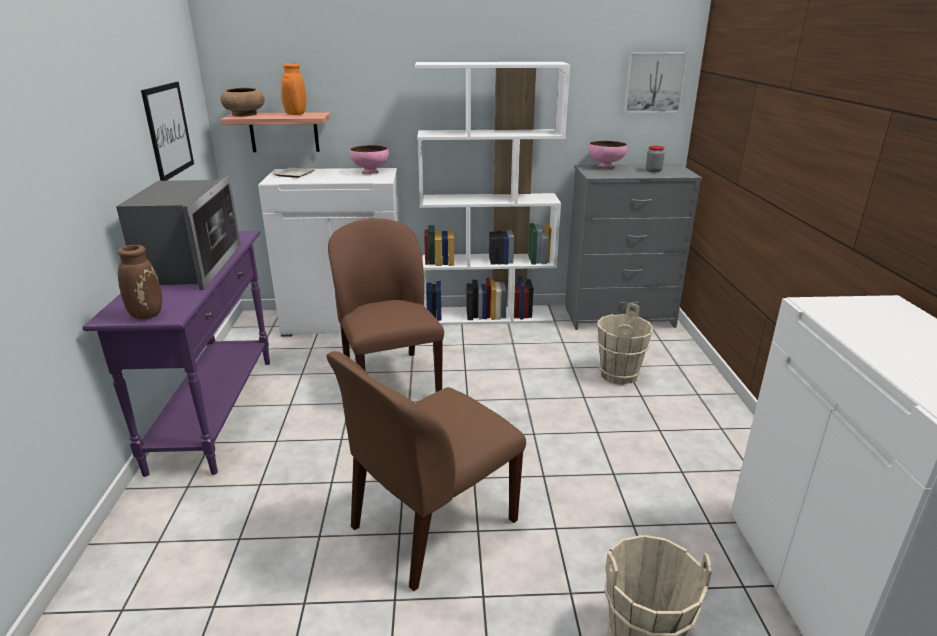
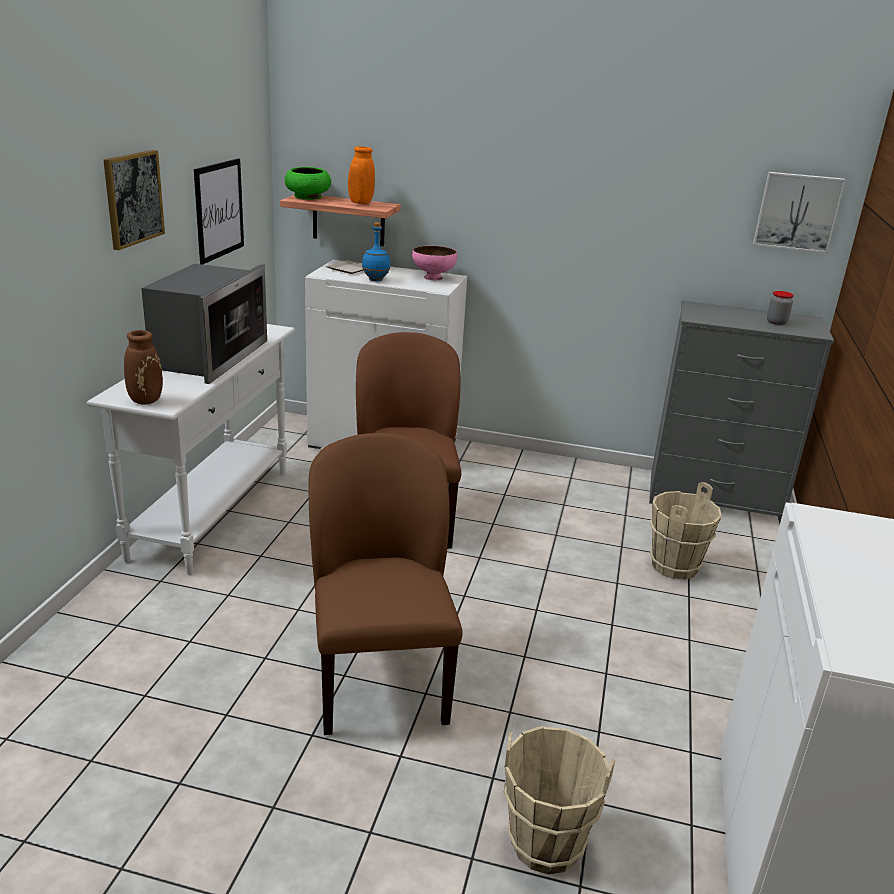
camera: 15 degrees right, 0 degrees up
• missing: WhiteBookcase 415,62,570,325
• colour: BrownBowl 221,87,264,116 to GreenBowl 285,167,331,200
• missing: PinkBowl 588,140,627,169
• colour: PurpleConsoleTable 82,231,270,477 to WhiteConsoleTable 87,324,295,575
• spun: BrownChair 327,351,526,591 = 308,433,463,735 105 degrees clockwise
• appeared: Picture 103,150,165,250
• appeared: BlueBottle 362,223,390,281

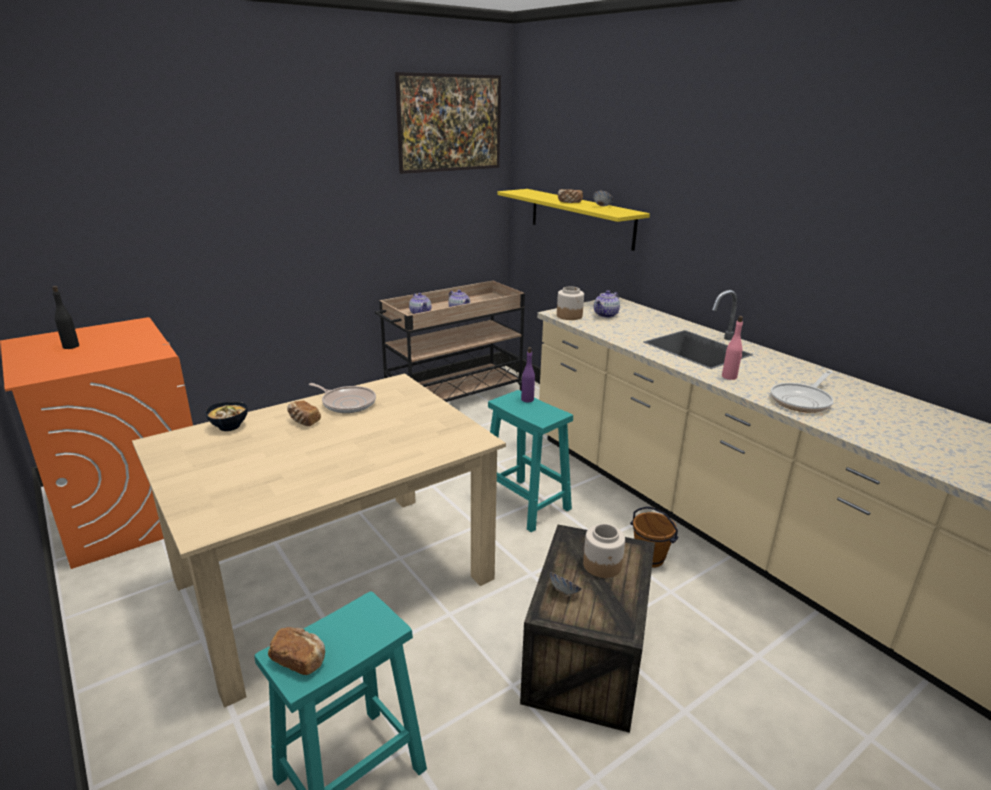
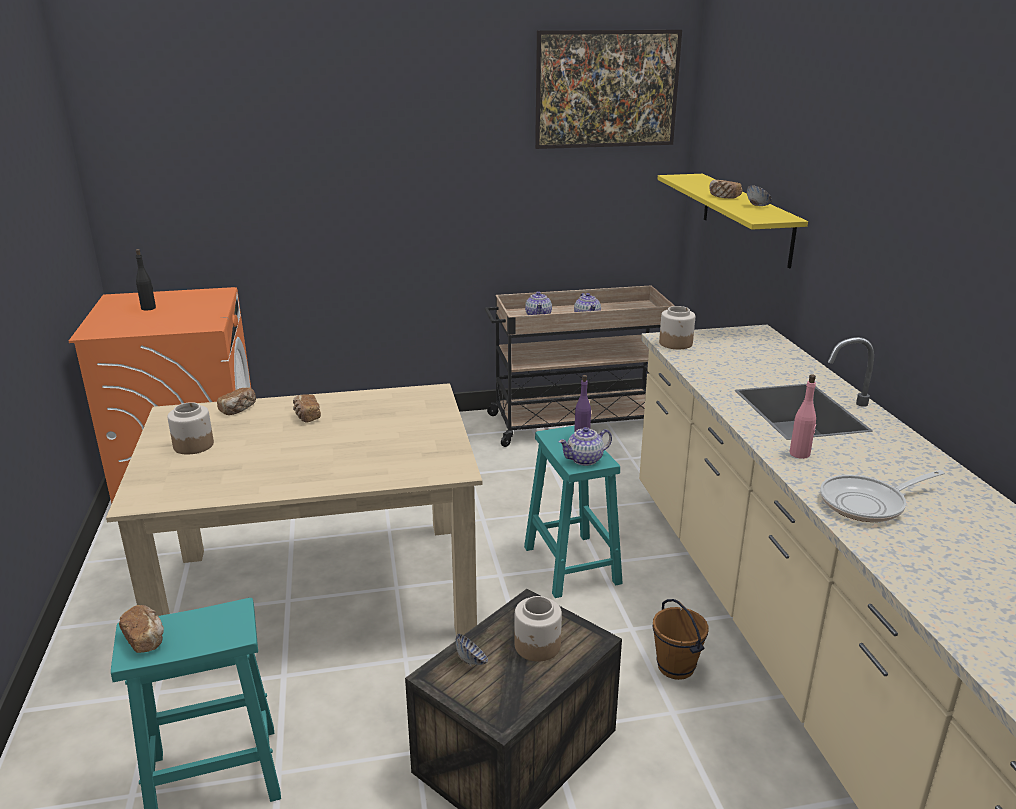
camera: 25 degrees right, 0 degrees up
• relocated: Teapot 594,290,620,318 to 558,427,612,466
• missing: FryingPan 309,383,376,413
• exchanged: Bowl 205,402,248,431 to Bread 217,388,256,415
• appeared: Jar 167,402,214,455

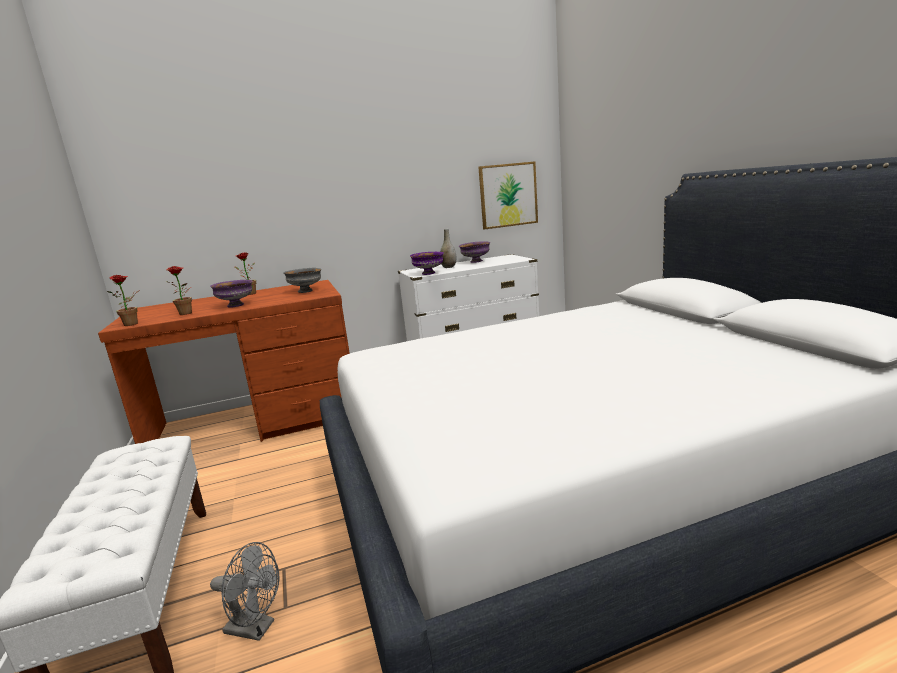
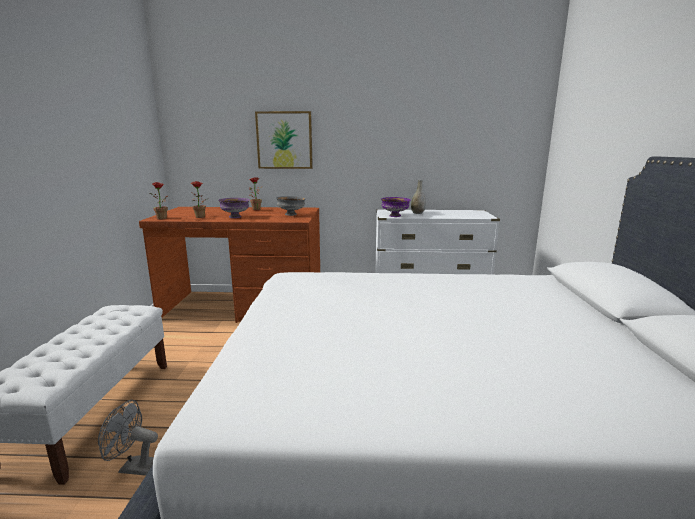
camera: 20 degrees right, 0 degrees up
• relocated: Picture 478,161,538,229 to 255,111,313,169
• missing: PurpleBowl 459,241,490,263
• spun: GreyFan 210,542,279,641 = 98,400,158,476 150 degrees clockwise

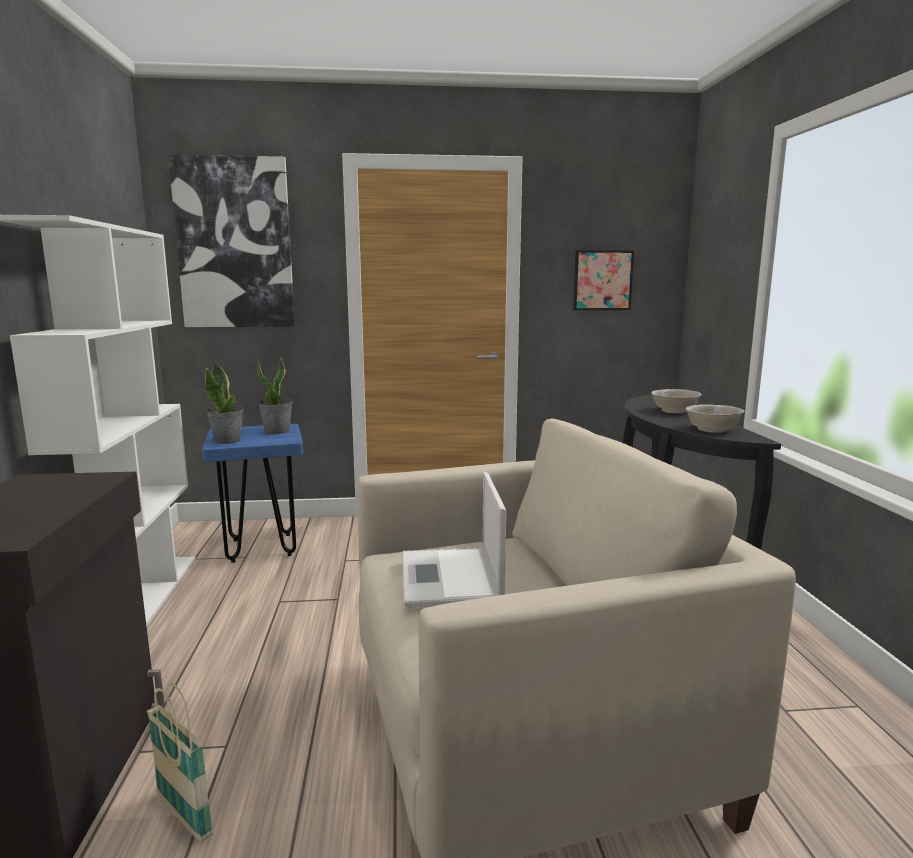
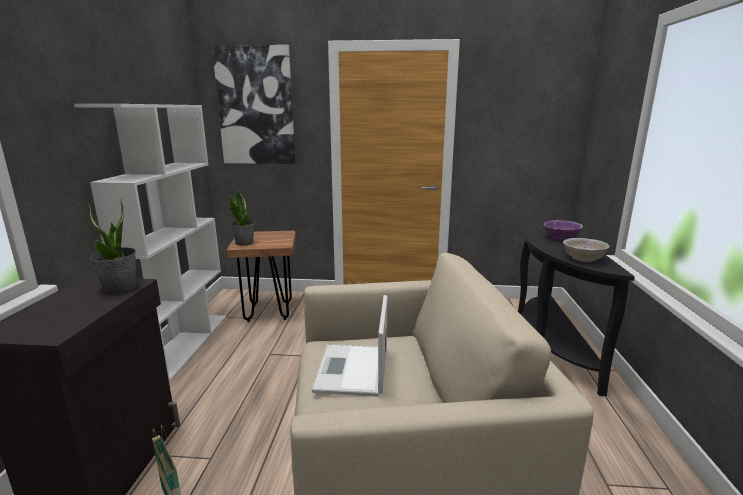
camera: 10 degrees right, 5 degrees up
• missing: Picture 573,250,634,310
• relocated: PottedPlant 257,357,293,434 to 88,199,136,294
• colour: WhiteBowl 651,389,701,413 to PurpleBowl 544,220,583,241
• colour: BlueStool 202,424,303,563 to BrownStool 226,231,296,322

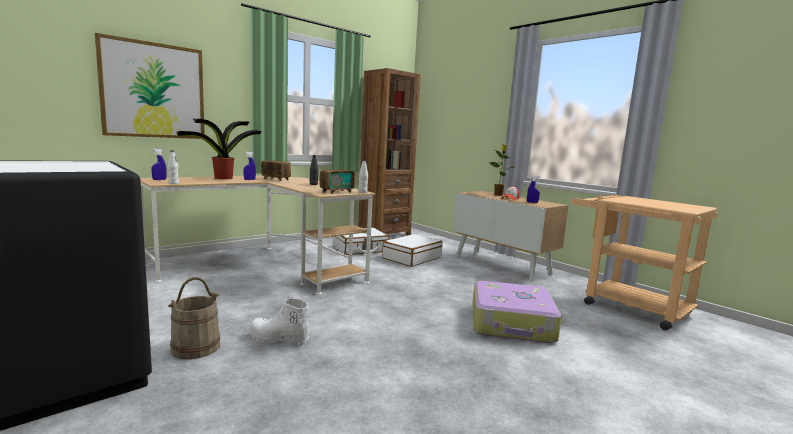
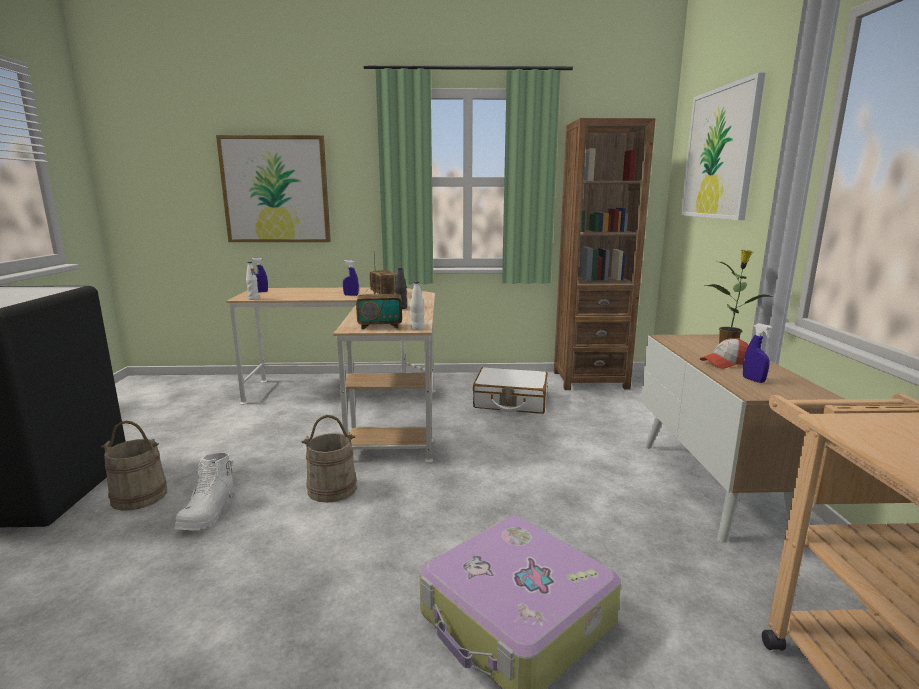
camera: 40 degrees right, 5 degrees up
• missing: PottedPlant 176,118,262,179
• missing: WhiteSuitcase 382,234,443,267
• spun: WhiteBoot 249,298,309,343 = 174,453,234,530 135 degrees counterclockwise
• appeared: Picture 681,72,765,220
• appeared: BeigeBucket 301,415,357,503

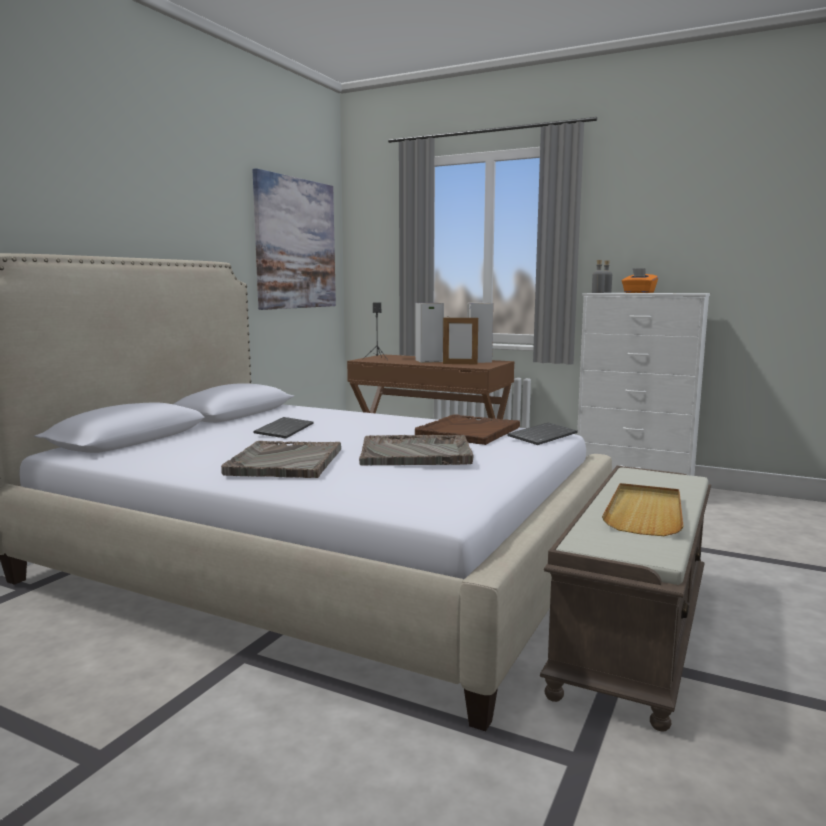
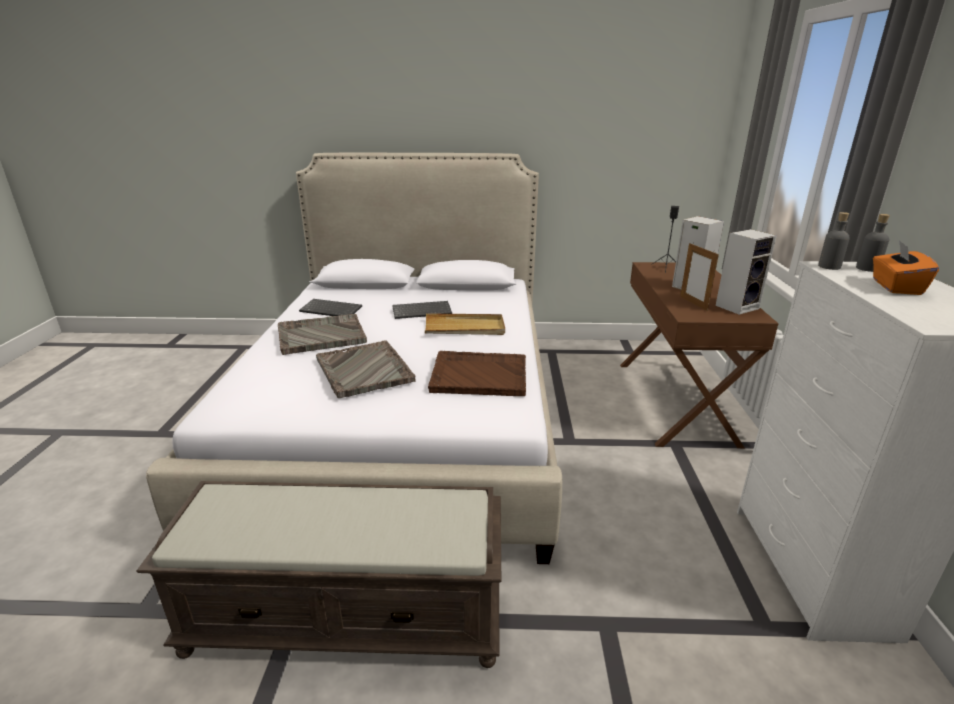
camera: 65 degrees right, 15 degrees up
• missing: Picture 252,168,336,310
• relocated: Keyboard 507,422,578,445 to 299,299,362,316
• relocated: BeigeTray 602,483,684,536 to 425,313,505,335

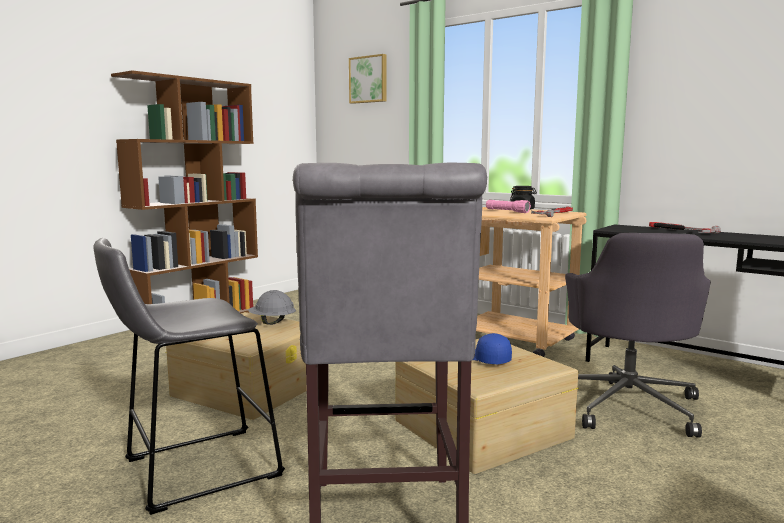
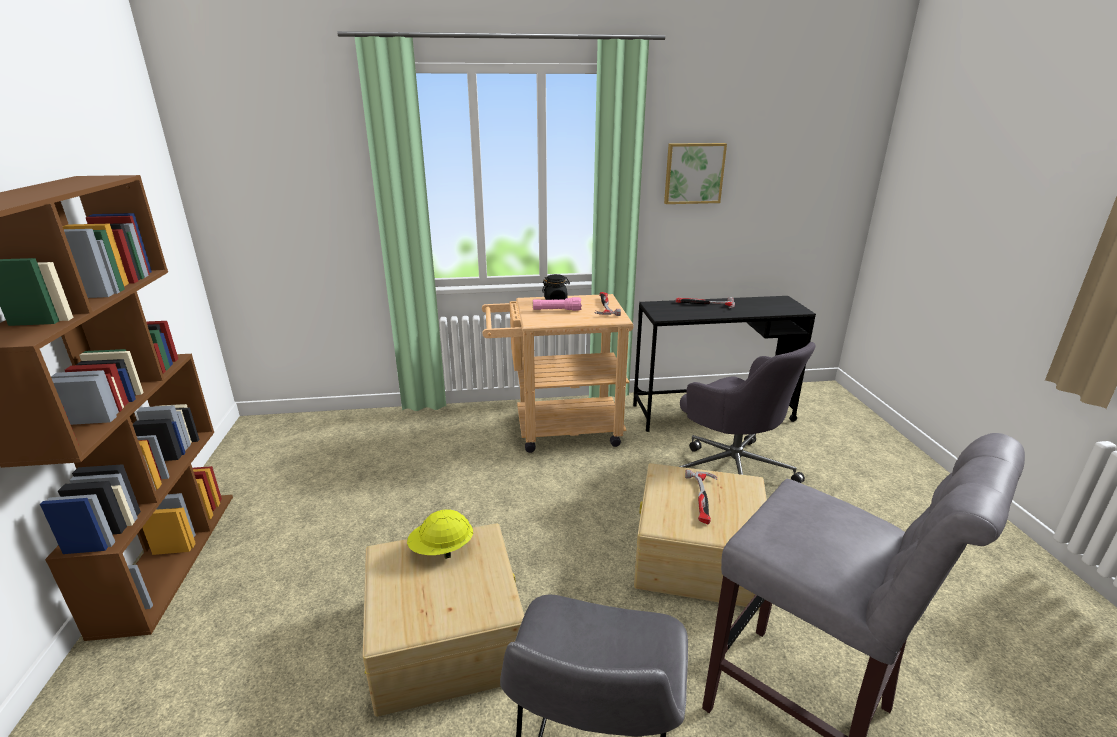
camera: 45 degrees left, 15 degrees up
• relocated: Picture 349,54,386,104 to 664,143,727,204
• colour: GreyHardHat 248,290,296,325 to YellowHardHat 407,509,473,559
• exchanged: BlueCap 473,333,512,364 to Hammer 685,470,718,524

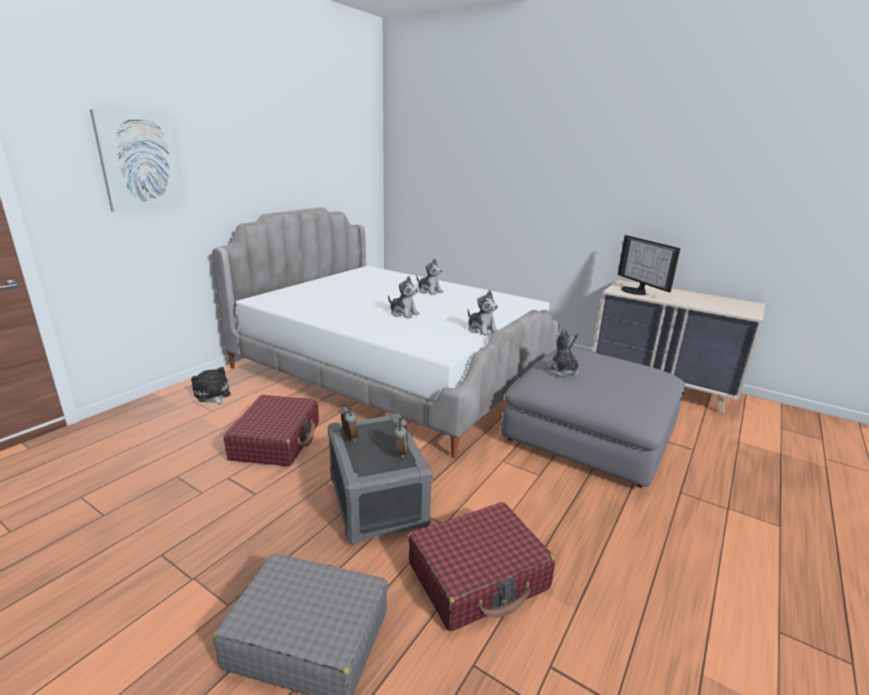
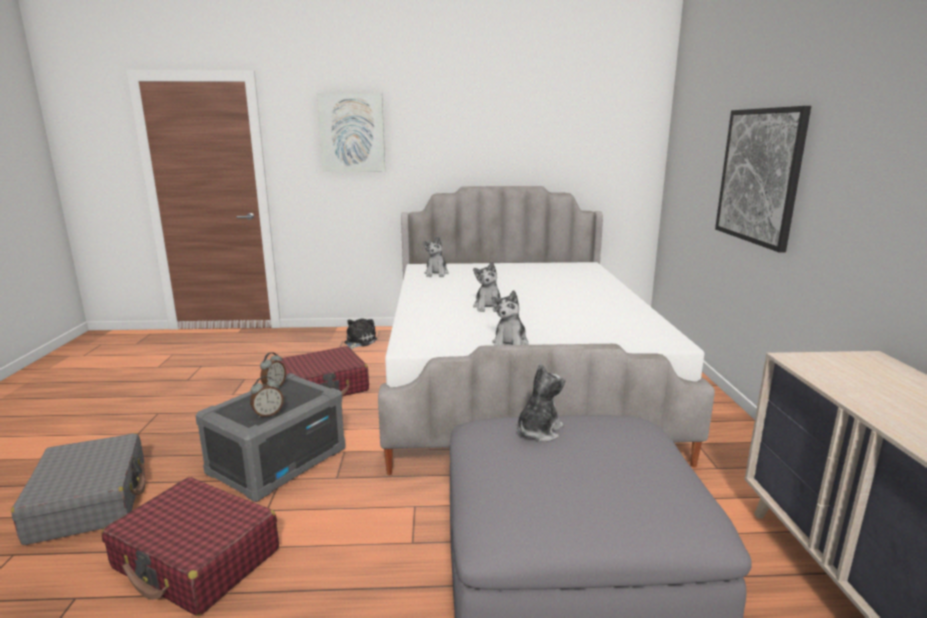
camera: 55 degrees right, 5 degrees down
• missing: Monitor 618,235,680,295
• relocated: PlushToy 416,258,443,295 to 423,236,449,277
• appeared: Picture 715,106,811,253

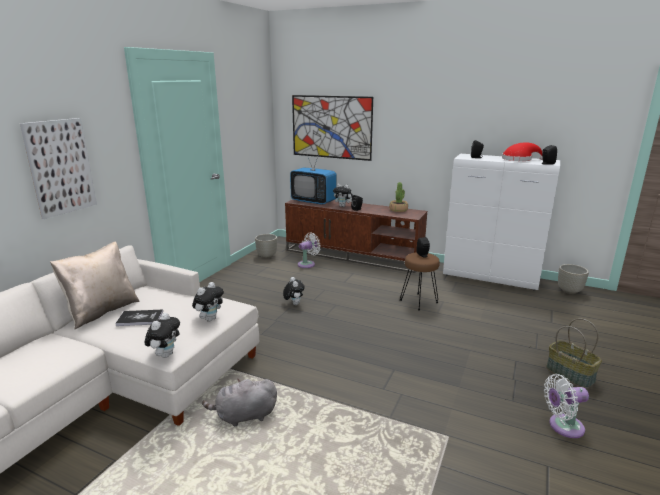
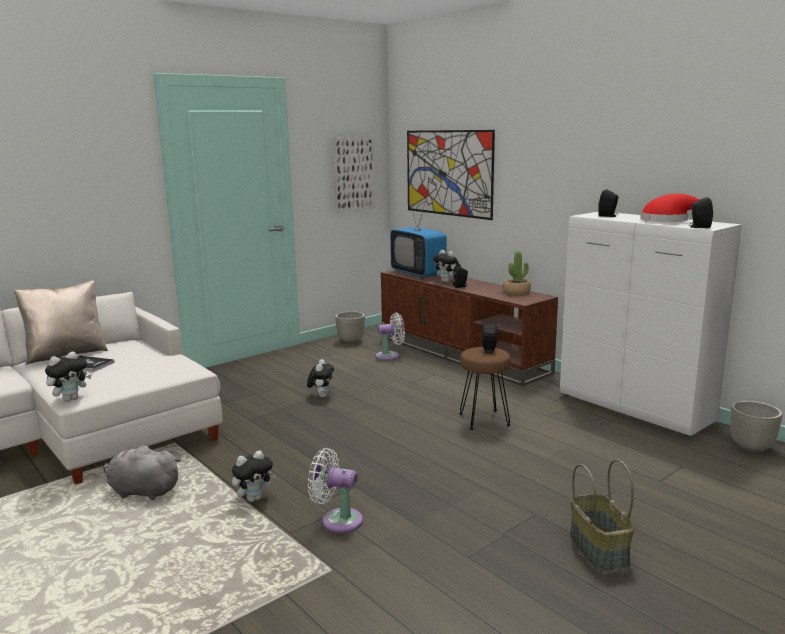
camera: 25 degrees right, 5 degrees down
• relocated: Picture 20,118,97,219 to 333,137,375,213
• relocated: PlushToy 192,282,224,321 to 232,451,276,502
• relocated: WhiteFan 544,374,589,438 to 308,448,363,533

